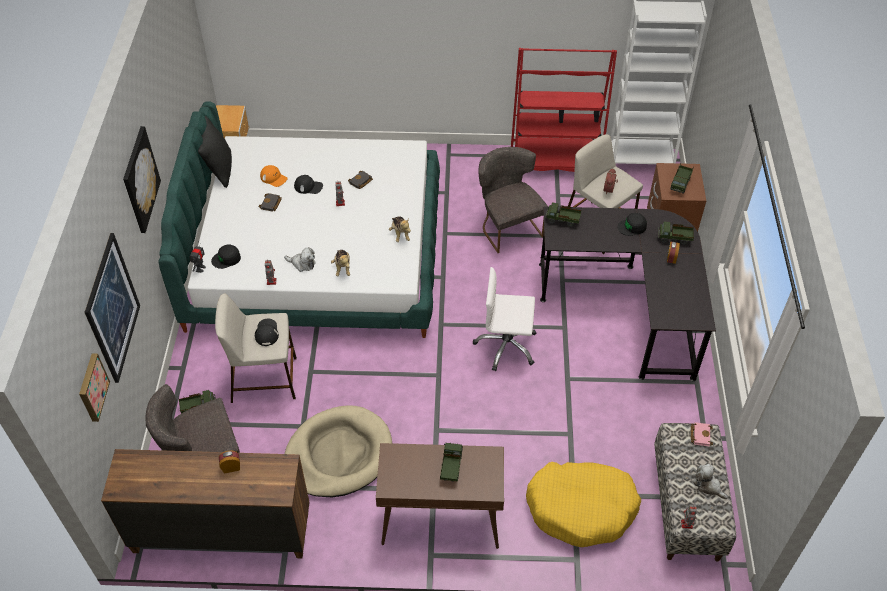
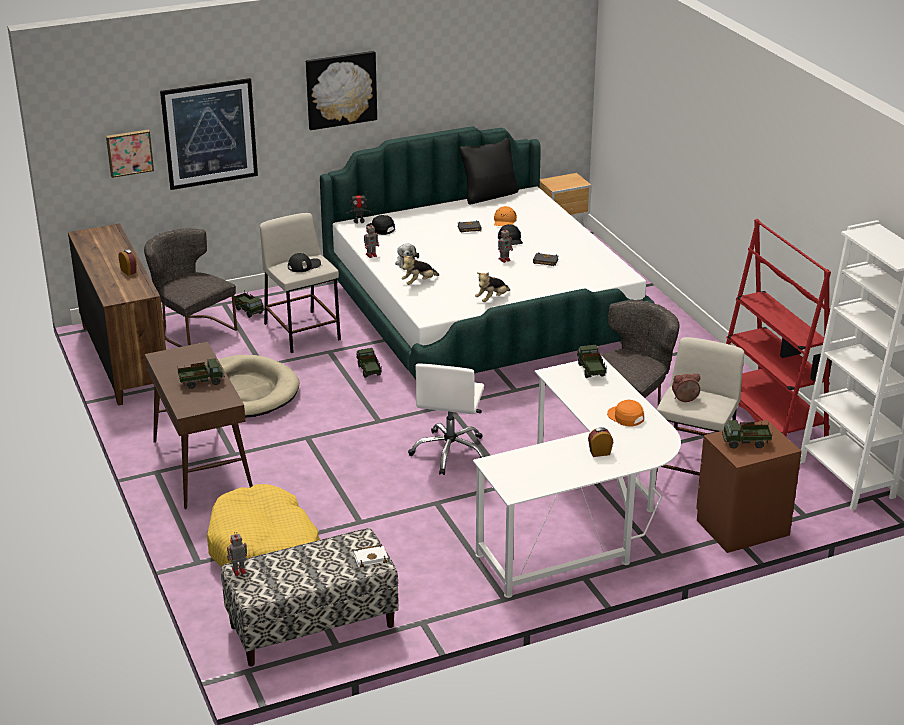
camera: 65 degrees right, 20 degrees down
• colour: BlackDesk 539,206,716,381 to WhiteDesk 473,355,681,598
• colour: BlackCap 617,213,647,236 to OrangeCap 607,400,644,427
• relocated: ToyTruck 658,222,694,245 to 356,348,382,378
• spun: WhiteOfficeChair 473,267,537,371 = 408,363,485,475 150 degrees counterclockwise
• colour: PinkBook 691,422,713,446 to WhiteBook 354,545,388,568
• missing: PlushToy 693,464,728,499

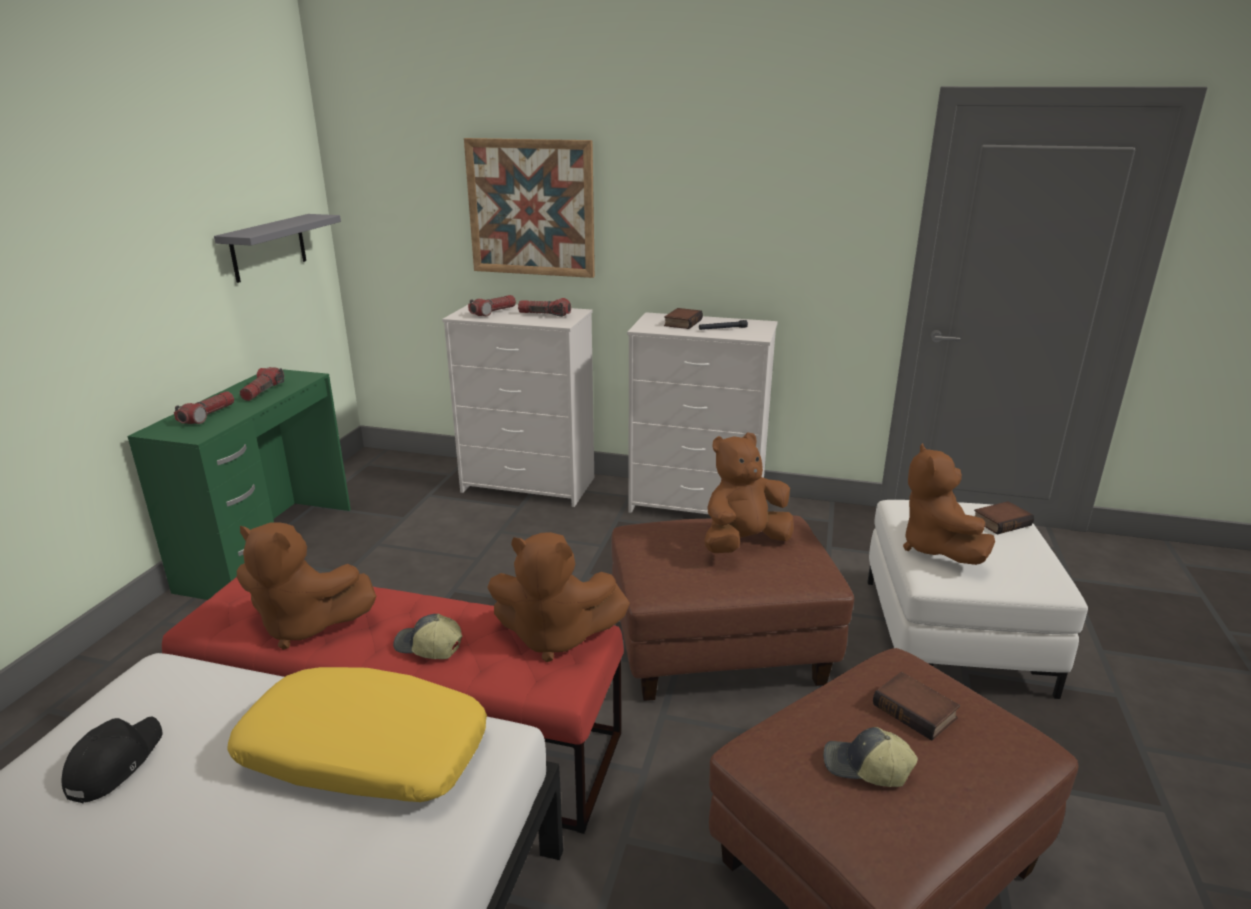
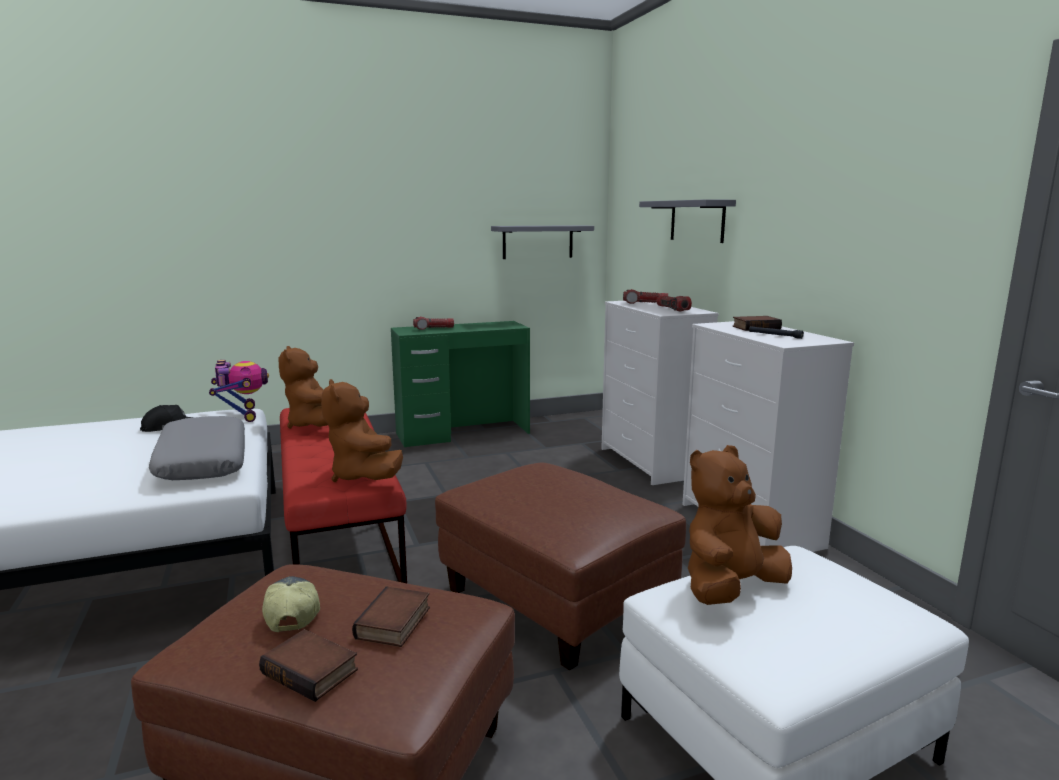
camera: 55 degrees right, 10 degrees down
• exchanged: Picture 464,138,595,278 to GreyShelf 639,199,736,243
• missing: Flashlight 240,367,284,401
• missing: BrownPlushToy 704,432,794,553
• relocated: Book 974,501,1034,535 to 259,629,358,702
• missing: Cap 393,614,463,659
• colour: YellowPillow 227,667,487,802 to GreyPillow 149,416,245,480
• appeared: ToyRobot 209,360,269,422

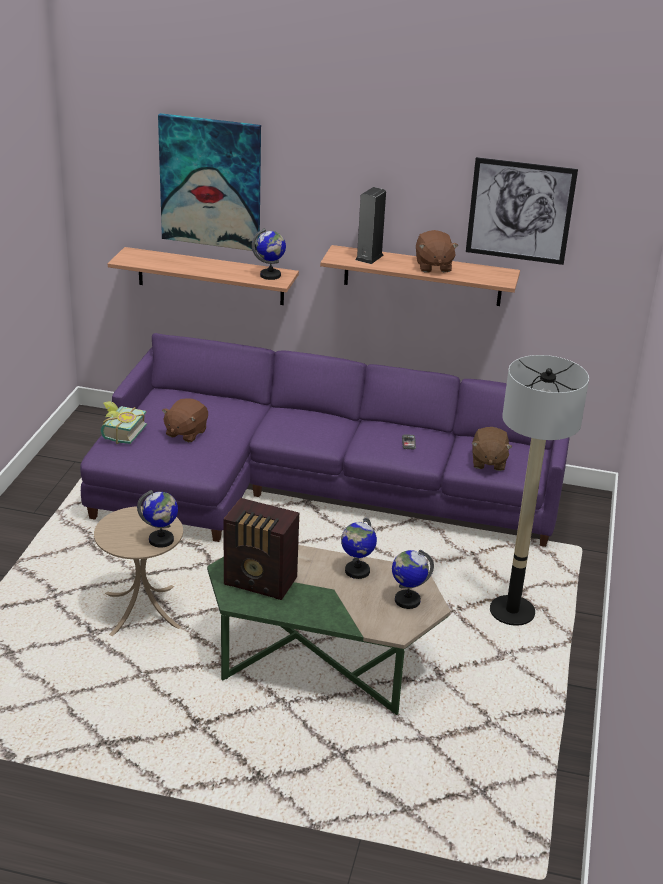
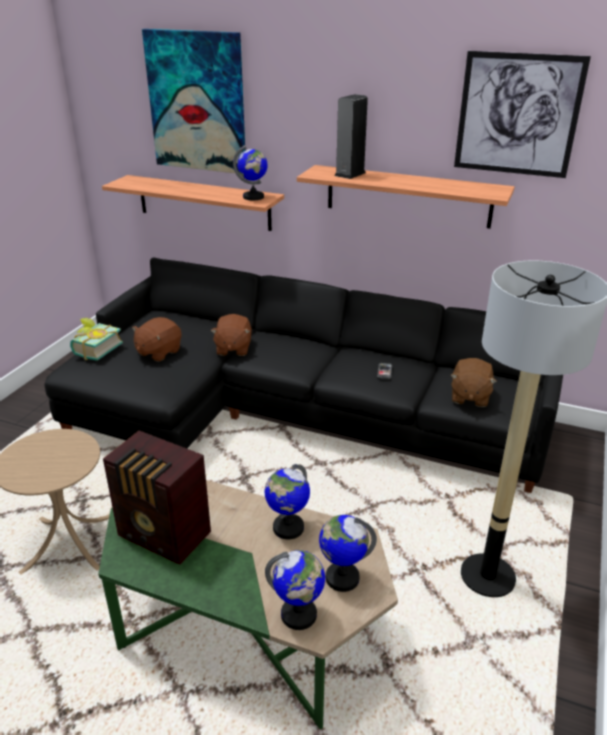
camera: 10 degrees right, 0 degrees up
• relocated: BrownPlushToy 416,230,458,272 to 211,314,251,356
• colour: PurpleSofa 80,333,570,547 to BlackSofa 44,257,563,493
• relocated: Globe 137,490,178,548 to 265,550,325,630

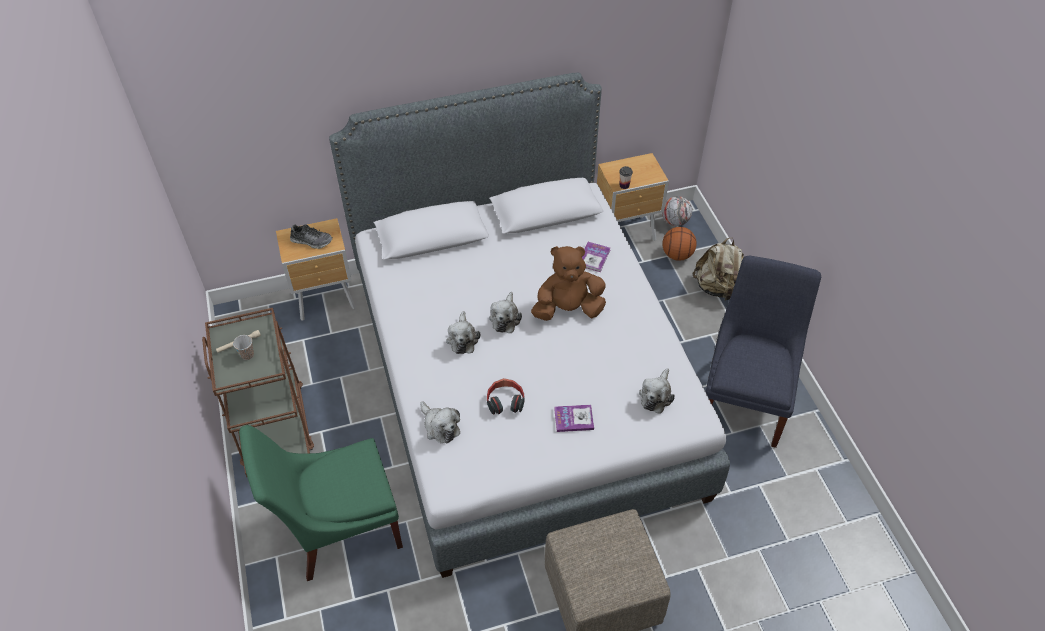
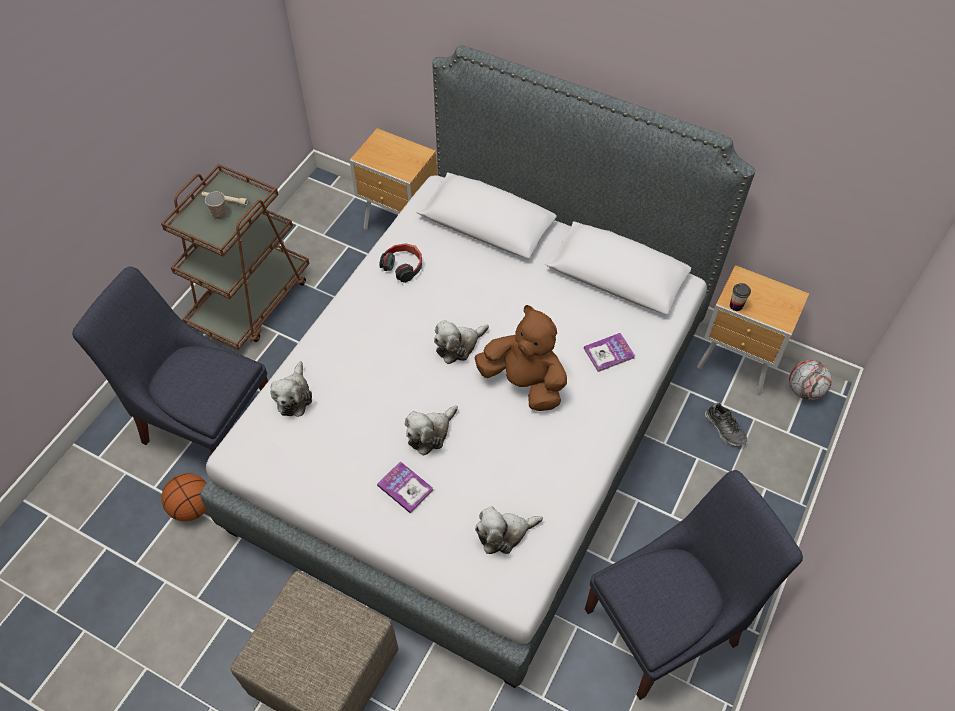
camera: 45 degrees right, 5 degrees up
• relocated: Shoe 290,224,332,249 to 705,403,747,446
• relocated: Basketball 662,227,697,261 to 161,473,206,521
• missing: BeigeBackpack 692,238,744,300
• relocated: PlushToy 446,311,480,354 to 405,405,458,456
• relocated: Headphones 487,378,525,414 to 379,243,422,283
• colour: GreenChair 239,425,403,581 to BlueChair 72,266,268,453

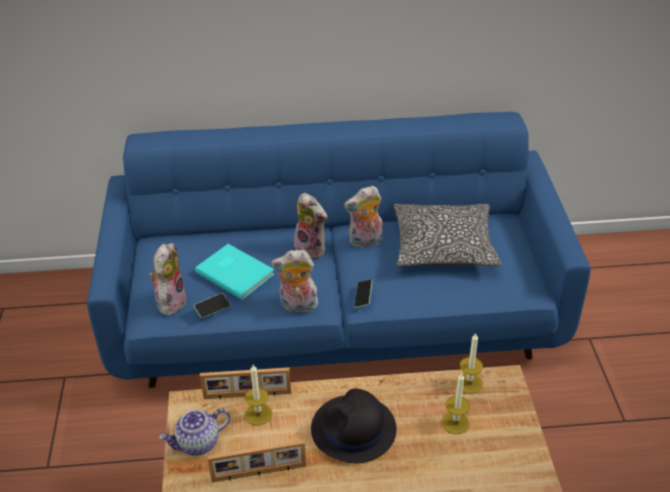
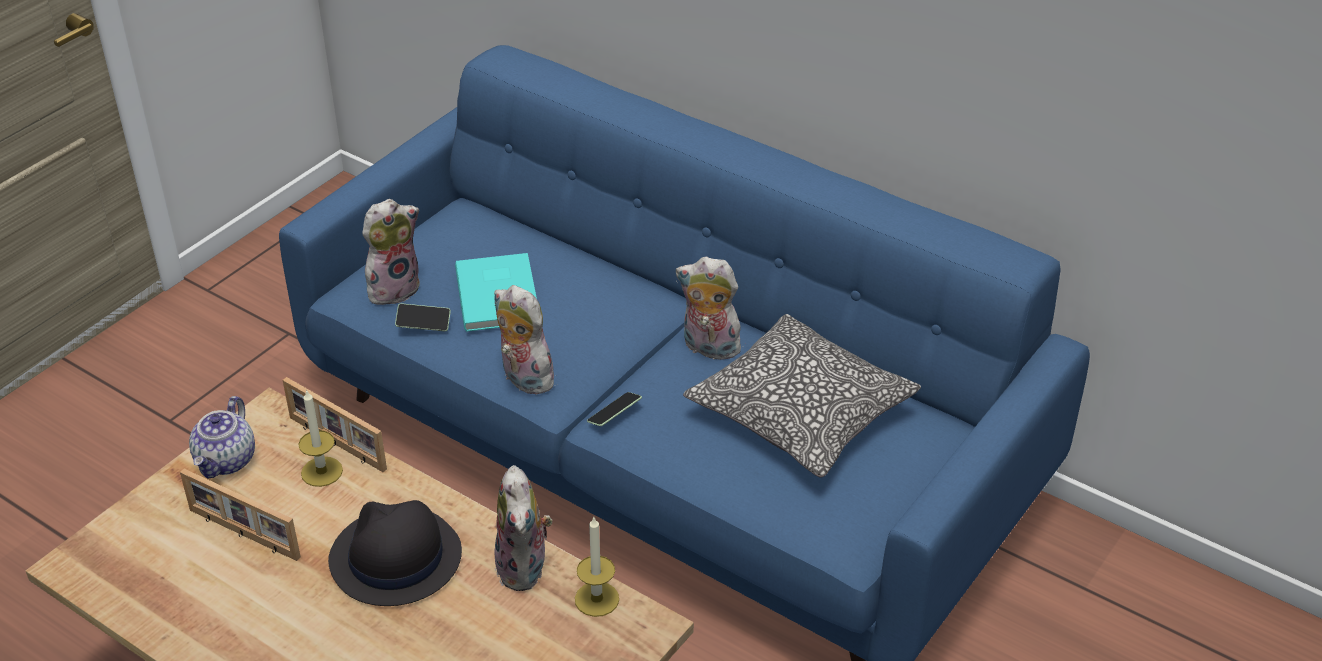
camera: 40 degrees right, 0 degrees up
• relocated: PlushToy 294,193,328,260 to 494,465,552,591
• missing: Candle 441,372,470,434
• spun: Teapot 159,408,230,456 = 189,396,255,479 90 degrees counterclockwise

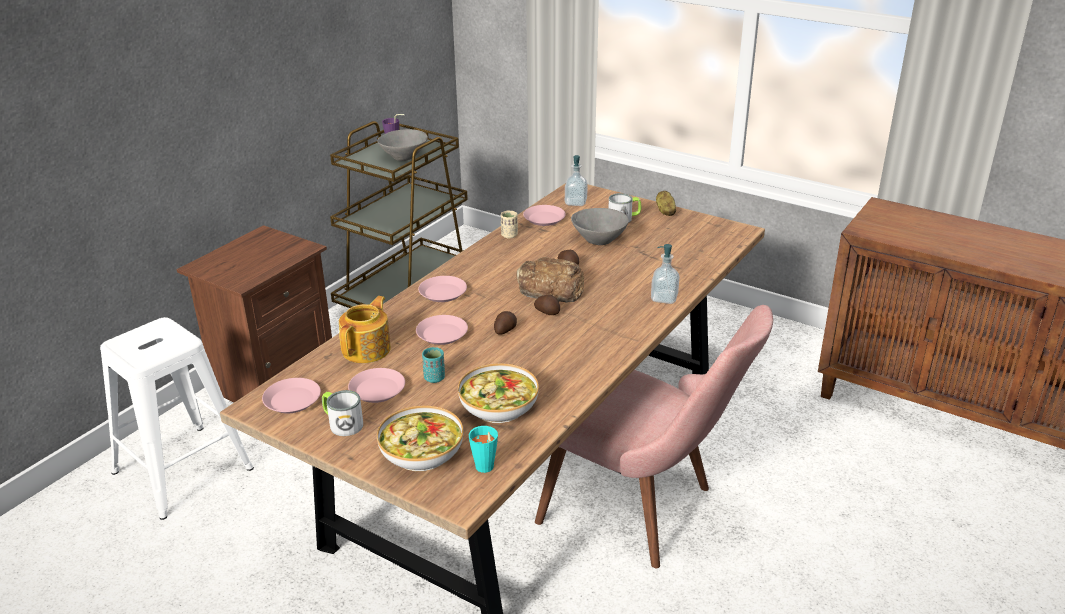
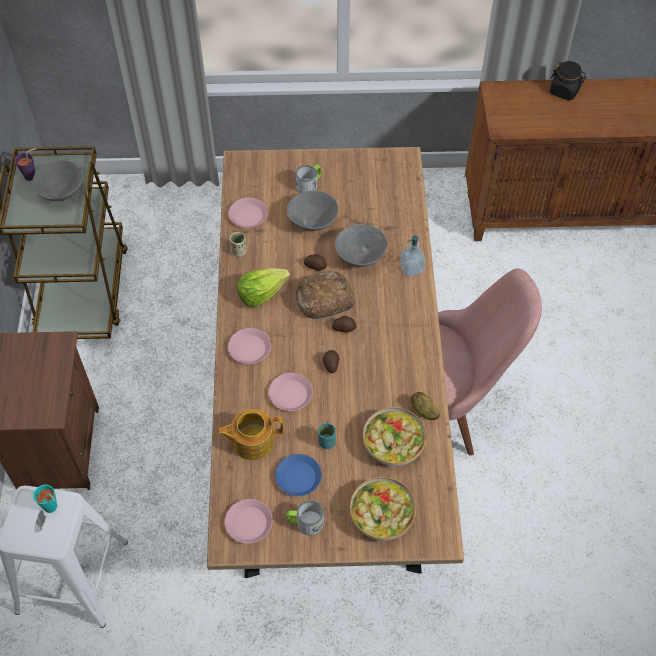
camera: 35 degrees left, 25 degrees up
• missing: SoapDispenser 565,155,588,206
• relocated: Potato 656,191,676,216 to 411,392,440,420
• spun: Teapot 339,296,391,363 = 217,409,284,460 90 degrees counterclockwise
• colour: PinkPlate 348,368,405,403 to BluePlate 275,454,322,496
• relocated: TurquoiseCup 469,426,498,473 to 33,485,57,513
• appeared: BlackJar 550,61,586,100
• appeared: GreyBowl 335,224,387,267
• appeared: Lettuce 237,268,290,307

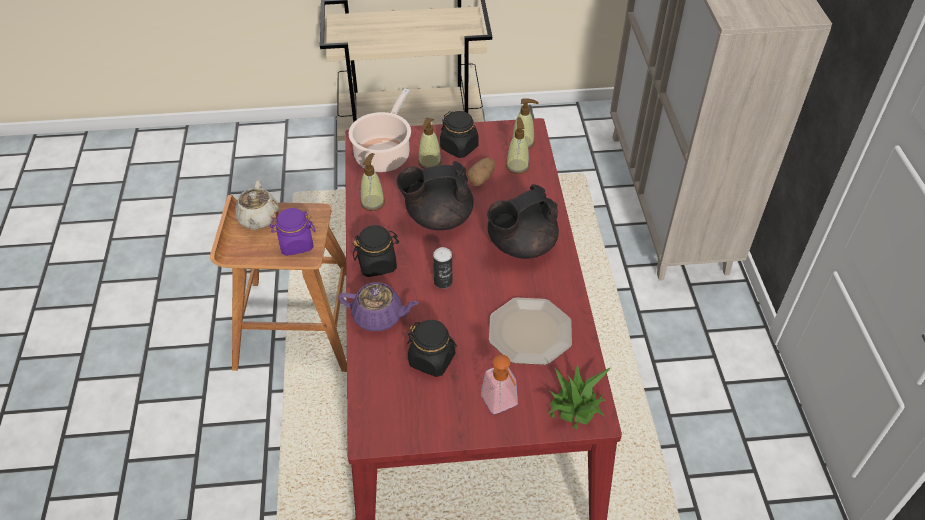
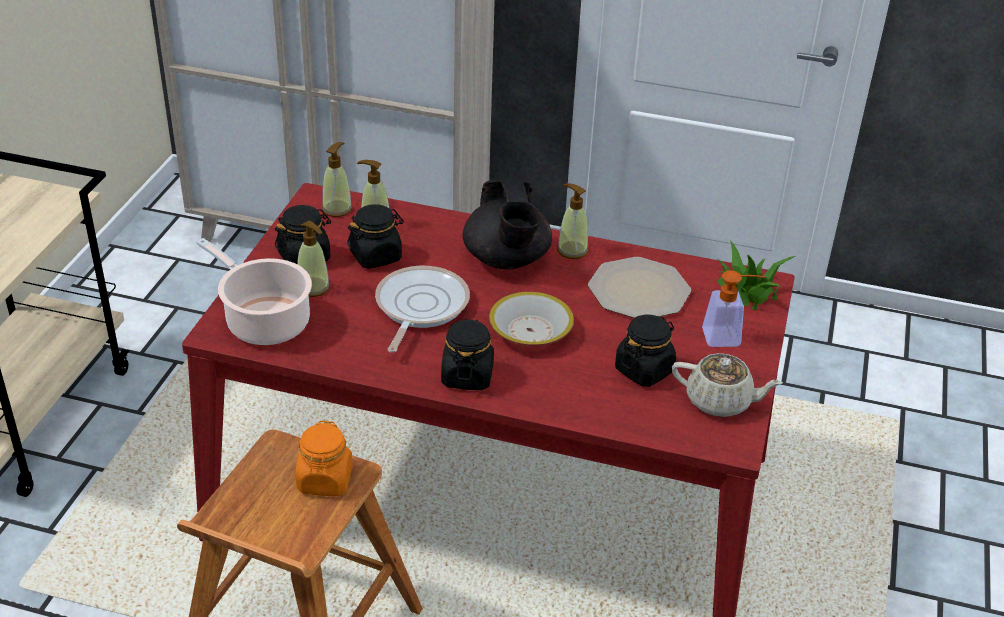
camera: 70 degrees left, 10 degrees down
• relocated: SoapDispenser 360,153,385,211 to 557,183,588,259
• exchanged: Potato 467,157,495,186 to BlackJar 347,204,404,269
• exchanged: BlackTeapot 396,161,474,230 to FryingPan 375,266,470,353
• relocated: BeigeTeapot 235,180,279,230 to 672,353,783,417
• colour: PurpleJar 270,208,316,256 to OrangeJar 296,421,353,496
• exchanged: Can 433,247,452,289 to Bowl 489,292,574,346
• missing: PurpleTeapot 338,282,419,331

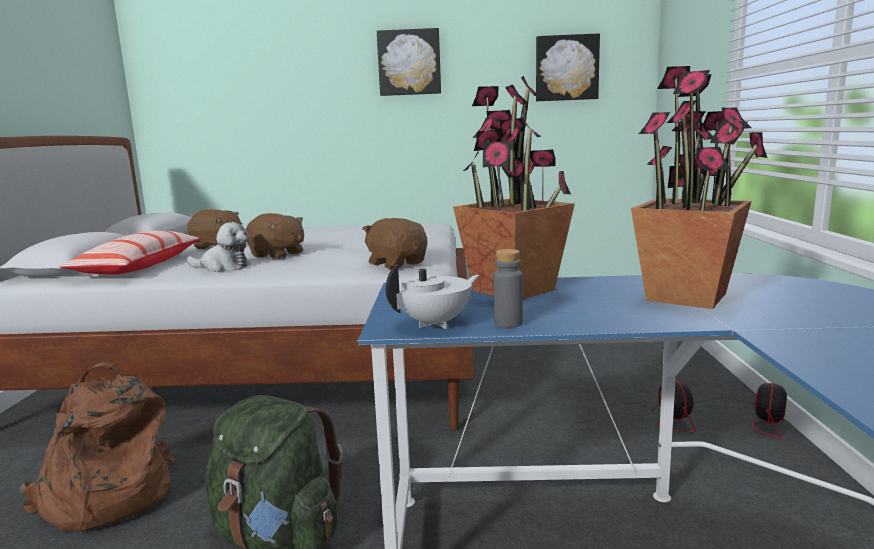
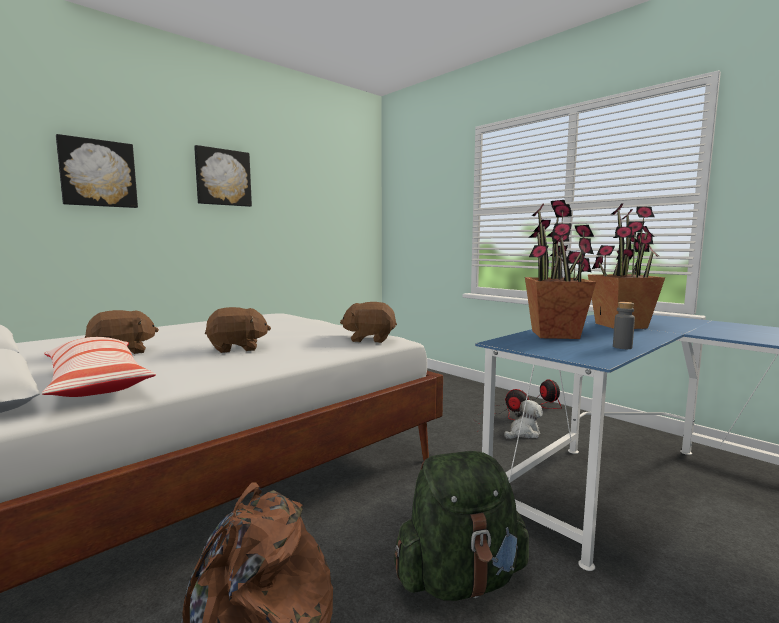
camera: 45 degrees left, 5 degrees down
• relocated: Picture 536,33,600,101 to 56,134,138,208
• relocated: PlushToy 187,222,251,272 to 504,400,543,439
• missing: WhiteTeapot 386,264,479,329

